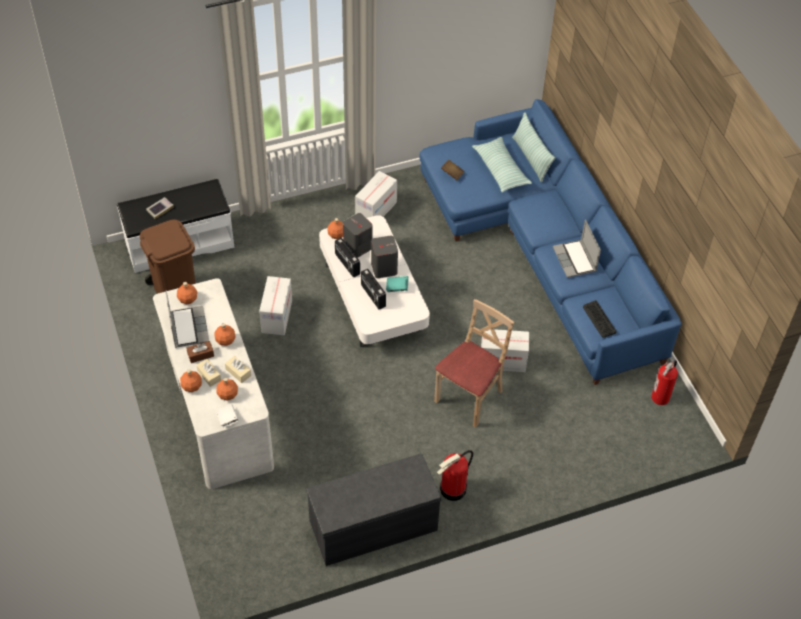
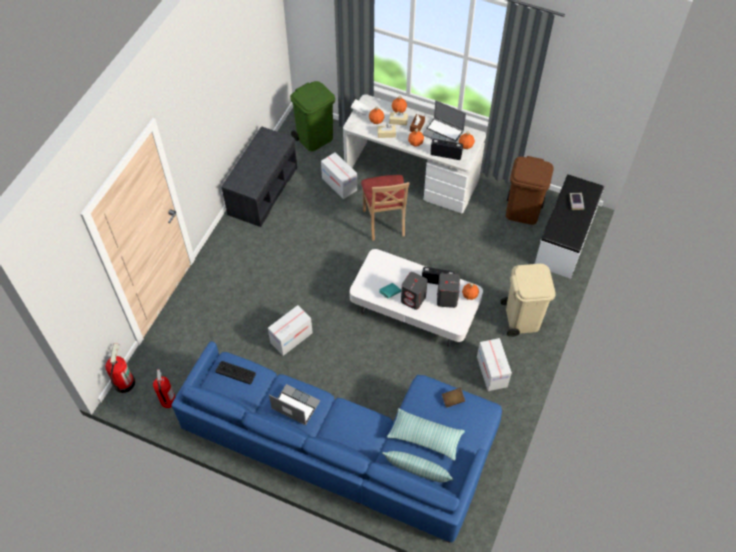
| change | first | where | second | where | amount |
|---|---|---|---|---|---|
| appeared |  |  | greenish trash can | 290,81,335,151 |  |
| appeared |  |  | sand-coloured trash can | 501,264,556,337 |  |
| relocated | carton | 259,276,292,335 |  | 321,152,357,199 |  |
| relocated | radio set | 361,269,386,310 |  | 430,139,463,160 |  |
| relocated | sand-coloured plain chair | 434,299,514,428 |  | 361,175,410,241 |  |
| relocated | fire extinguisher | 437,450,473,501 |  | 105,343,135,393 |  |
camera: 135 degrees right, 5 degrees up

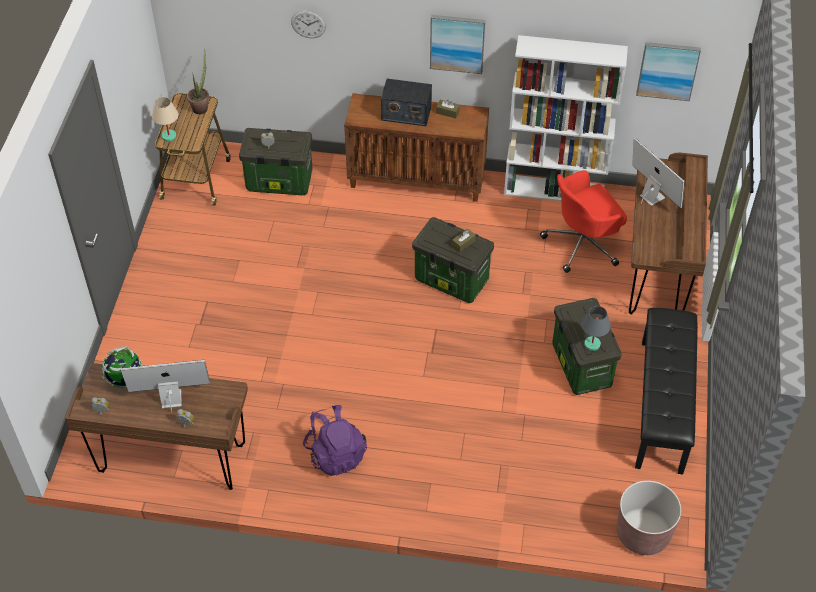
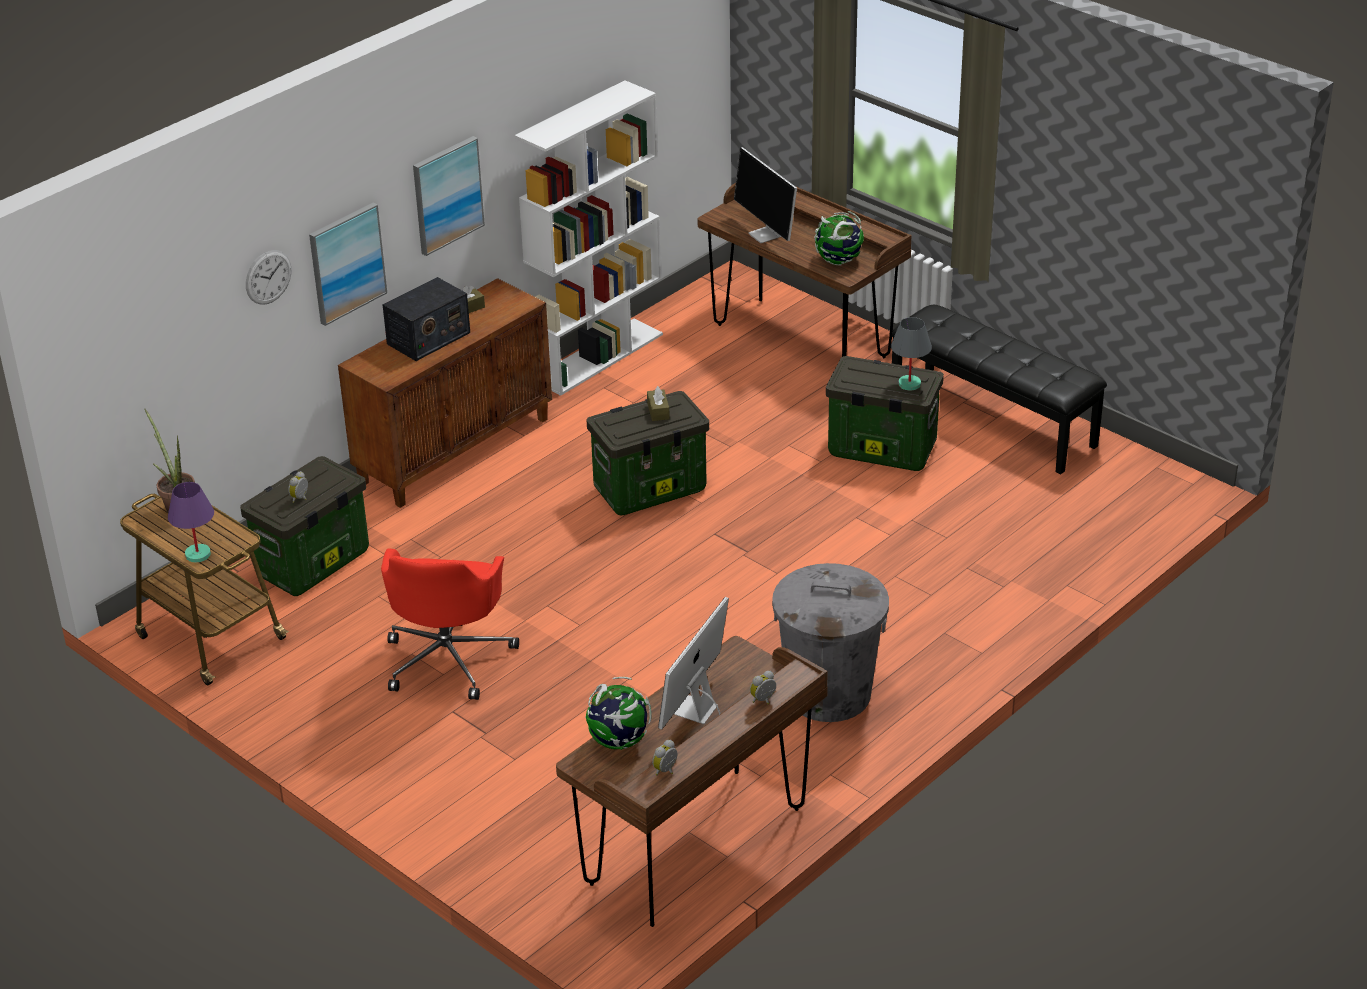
| change | first | where | second | where | amount |
|---|---|---|---|---|---|
| missing | brown-coloured flower pot | 617,480,681,555 |  |  |  |
| appeared |  |  | globe | 814,211,864,265 |  |
| relocated | red office chair | 540,170,627,273 |  | 381,549,519,700 |  |
| relocated | wall art | 636,42,701,101 |  | 309,203,387,326 |  |
| exchanged | purplish rucksack | 303,405,367,476 | greyish trash can | 772,563,889,722 |  |
| colour | sand-coloured tabletop lamp | 152,97,179,142 | purplish tabletop lamp | 168,482,214,562 |  |
| spun | monitor | 633,138,685,208 |  | 734,147,797,243 | 120 degrees counterclockwise |
camera: 55 degrees left, 15 degrees down

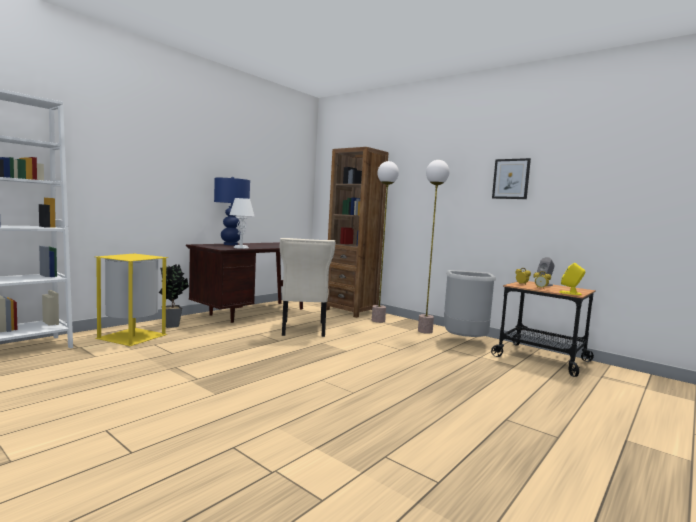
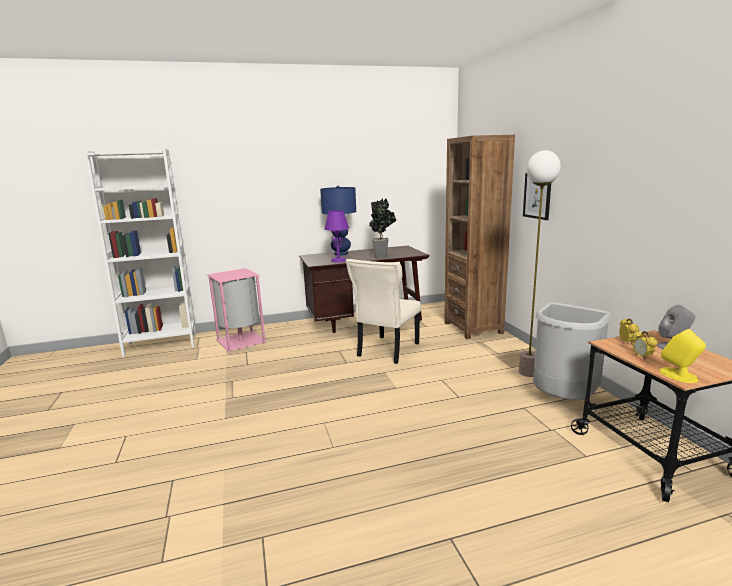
| change | first | where | second | where | amount |
|---|---|---|---|---|---|
| missing | floor lamp | 372,161,399,323 |  |  |  |
| relocated | houseplant | 159,264,189,328 |  | 369,199,396,258 |  |
| relocated | wall art | 492,158,531,199 |  | 523,173,551,220 |  |
| colour | yellow-coloured trash can | 95,254,168,346 | pink-coloured trash can | 207,268,267,352 |  |
| colour | white-coloured tabletop lamp | 229,198,254,249 | purplish tabletop lamp | 324,210,349,262 |  |
camera: 35 degrees right, 10 degrees up

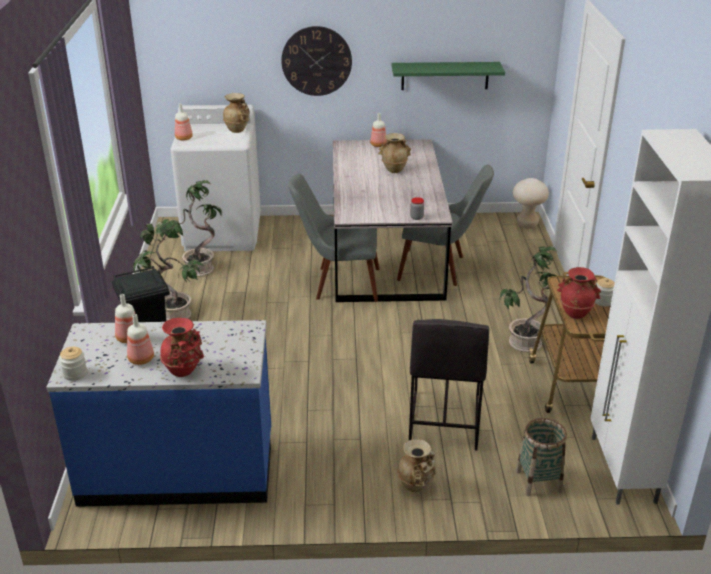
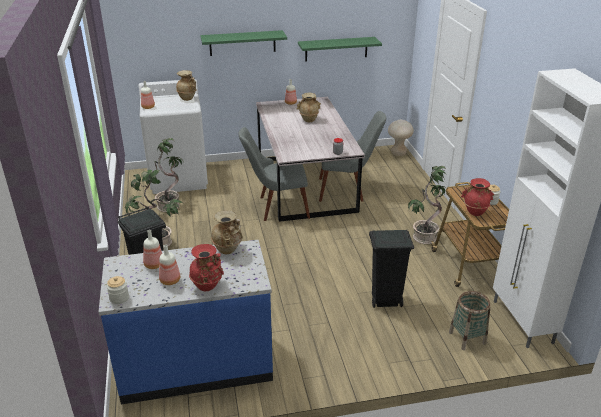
| change | first | where | second | where | amount |
|---|---|---|---|---|---|
| relocated | sand-coloured flower vase | 397,439,436,492 |  | 211,210,243,254 |  |
| exchanged | hanging clock | 281,26,352,96 | greenish bracket shelf | 200,30,287,56 |  |
| exchanged | greyish stool seat | 409,319,489,451 | blackish trash can | 369,229,414,308 |  |
camera: 10 degrees left, 0 degrees up

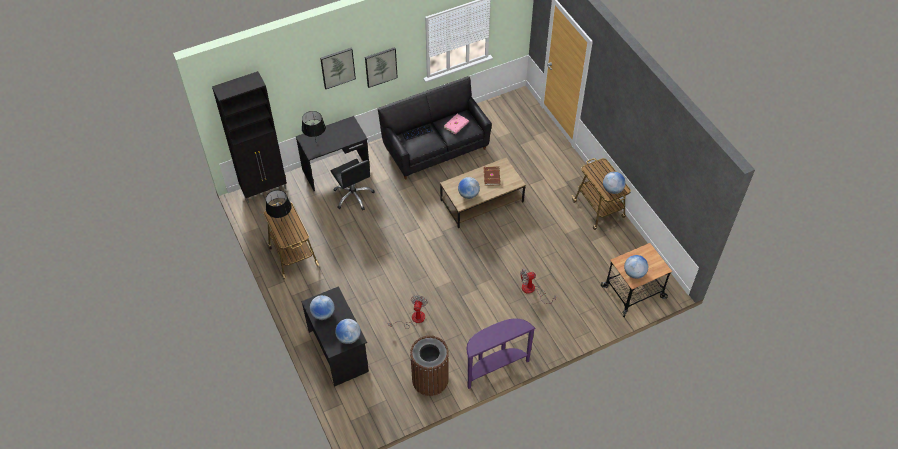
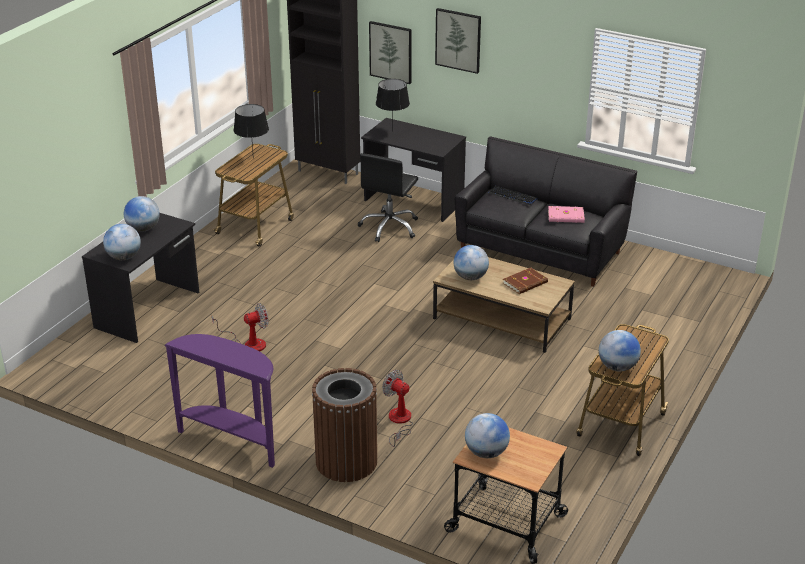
| change | first | where | second | where | amount |
|---|---|---|---|---|---|
| relocated | wall art | 365,47,398,88 |  | 369,21,412,84 |  |
| relocated | brown-coloured trash can | 410,335,449,396 |  | 312,368,377,482 |  |
camera: 55 degrees right, 20 degrees down

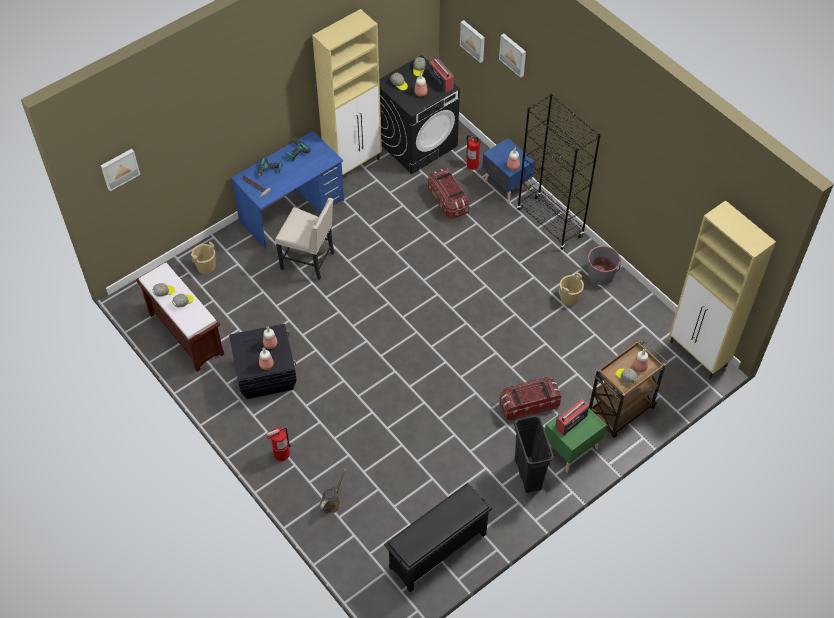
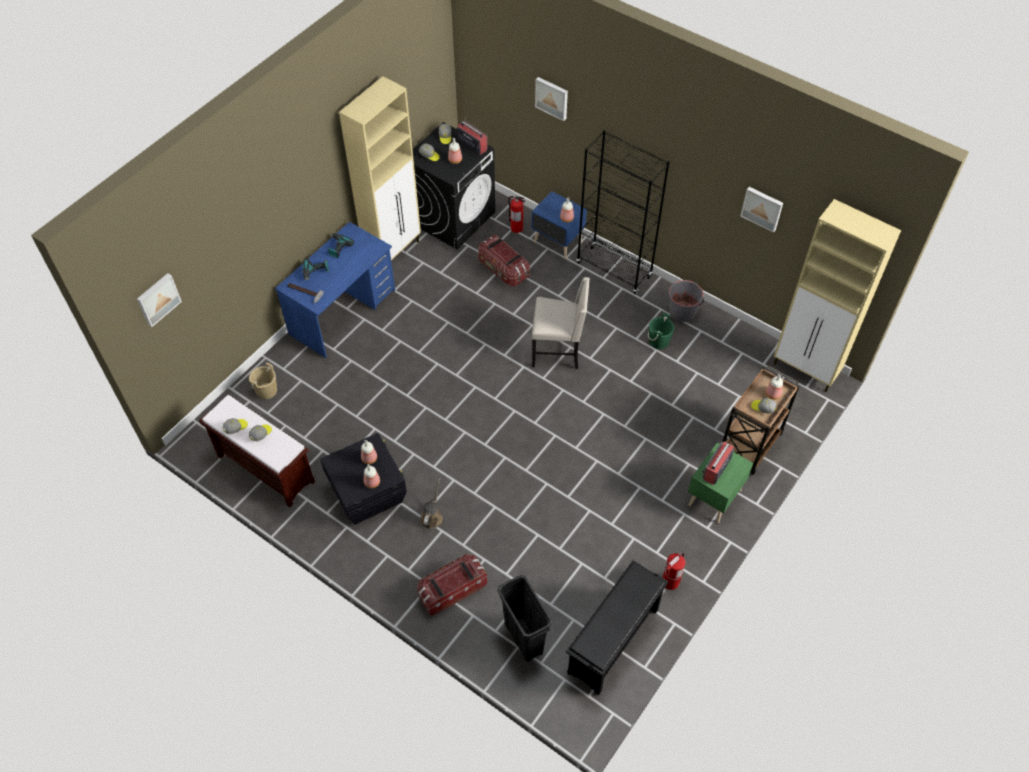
| change | first | where | second | where | amount |
|---|---|---|---|---|---|
| relocated | fire extinguisher | 266,428,291,461 |  | 663,552,685,590 |  |
| relocated | sand-coloured plain chair | 275,198,334,280 |  | 532,277,590,369 |  |
| relocated | brown-coloured watering can | 320,469,346,514 |  | 420,478,443,529 |  |
| relocated | wall art | 460,20,485,63 |  | 740,187,783,233 |  |
| relocated | storage bin | 499,377,562,421 |  | 417,554,488,616 |  |
| relocated | blackish trash can | 514,415,554,493 |  | 497,575,552,662 |  |
| colour | sand-coloured pail | 559,272,584,306 | greenish pail | 648,313,675,349 |  |
camera: 15 degrees left, 0 degrees up

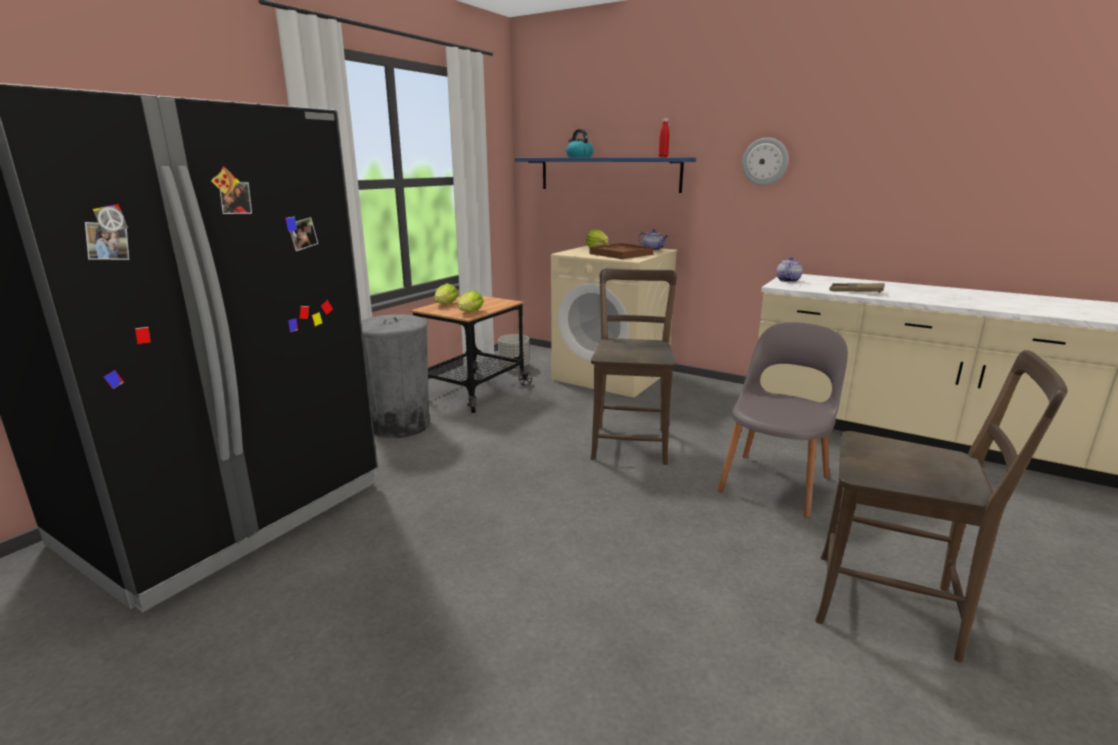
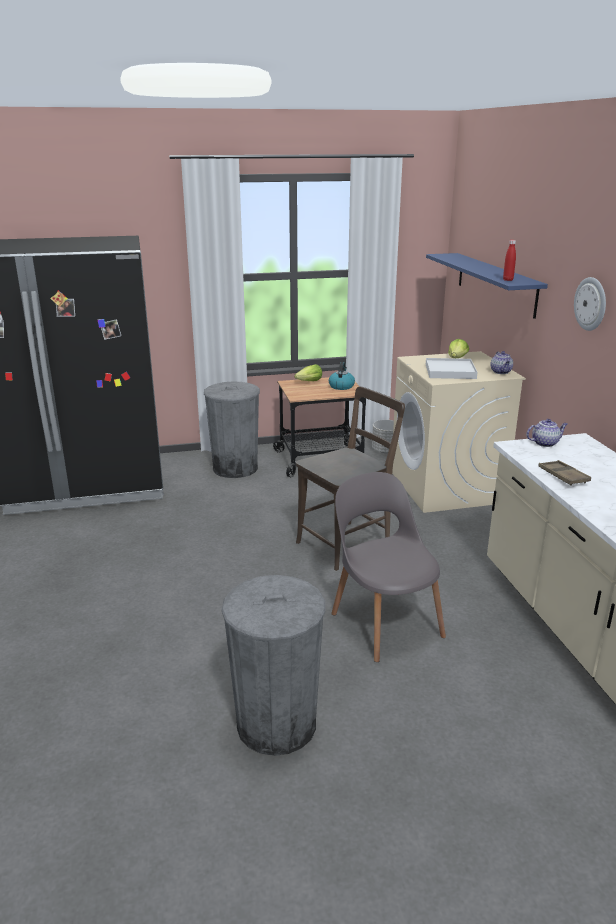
| change | first | where | second | where | amount |
|---|---|---|---|---|---|
| missing | lettuce head | 458,290,484,311 |  |  |  |
| relocated | kettle | 566,129,594,157 |  | 329,362,355,390 |  |
| exchanged | brown-coloured plain chair | 815,350,1068,662 | greyish trash can | 222,575,325,756 |  |
| colour | brown-coloured tray | 589,243,654,259 | white-coloured tray | 426,358,478,379 |  |
| spun | greyish plain chair | 717,322,848,518 |  | 331,472,446,662 | 105 degrees counterclockwise |
camera: 45 degrees right, 5 degrees up

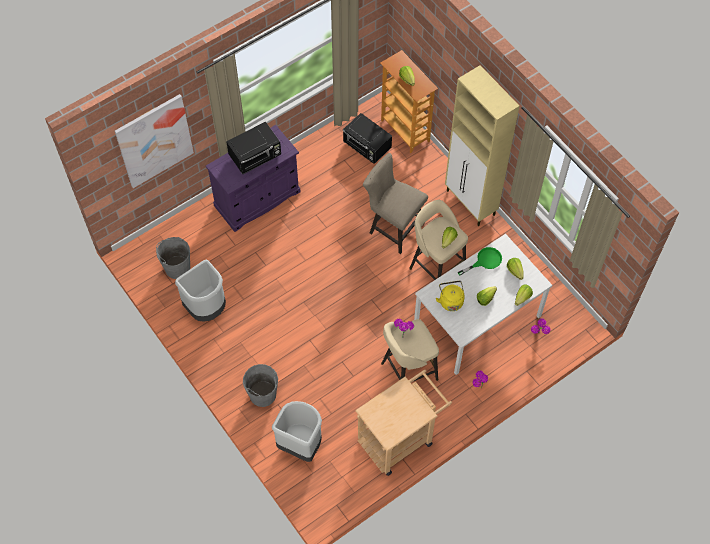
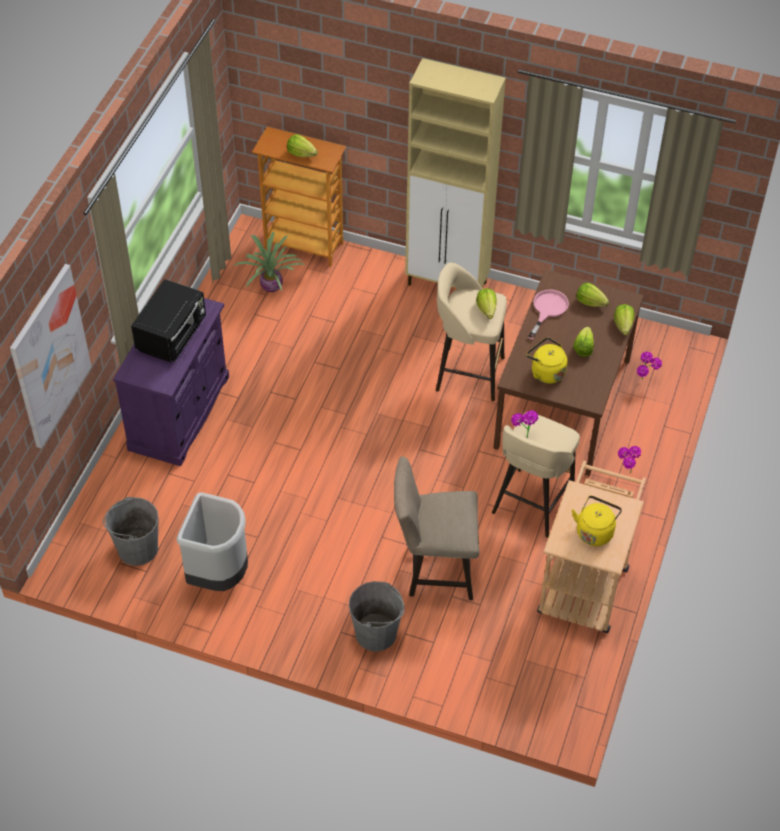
| change | first | where | second | where | amount |
|---|---|---|---|---|---|
| missing | greyish trash can | 272,401,322,462 |  |  |  |
| appeared |  |  | yellow-coloured kettle | 572,496,622,546 |  |
| relocated | sand-coloured stool seat | 363,153,428,254 |  | 394,456,479,600 |  |
| exchanged | blackish microwave oven | 343,113,392,164 | houseplant | 234,232,305,292 |  |
| colour | white-coloured kitchen table | 414,234,552,375 | brown-coloured kitchen table | 493,270,644,476 |  |
| colour | greenish skillet | 458,247,502,275 | pink-coloured skillet | 528,290,569,340 |  |
camera: 35 degrees left, 10 degrees down

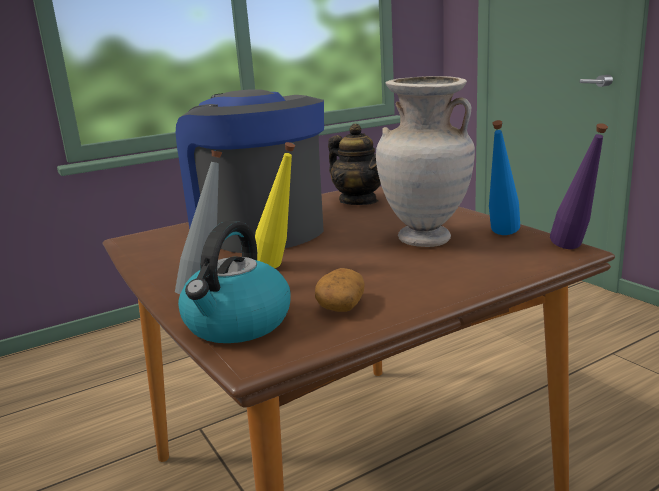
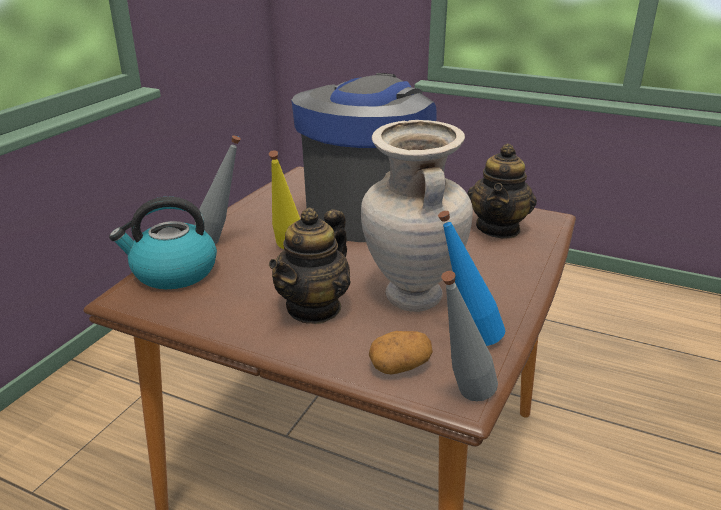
| change | first | where | second | where | amount |
|---|---|---|---|---|---|
| appeared |  |  | tea pot | 269,207,351,324 |  |
| relocated | potato | 315,268,365,312 |  | 369,331,433,374 |  |
| colour | purplish bottle | 550,123,608,249 | greyish bottle | 441,271,498,401 |  |
camera: 55 degrees right, 10 degrees up

